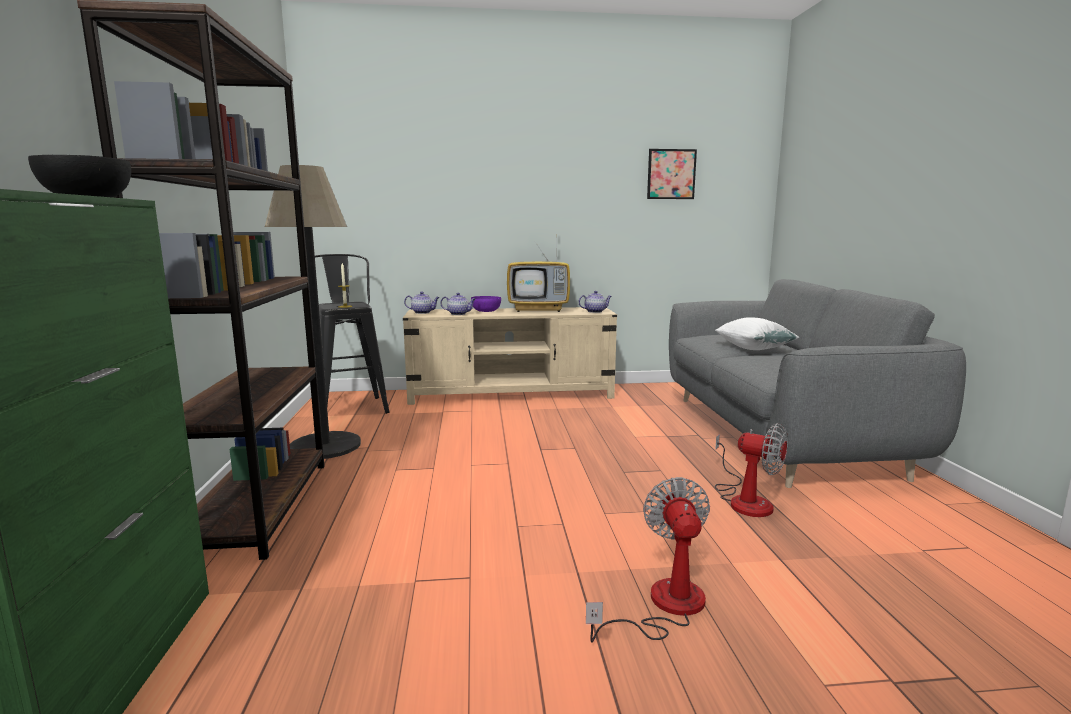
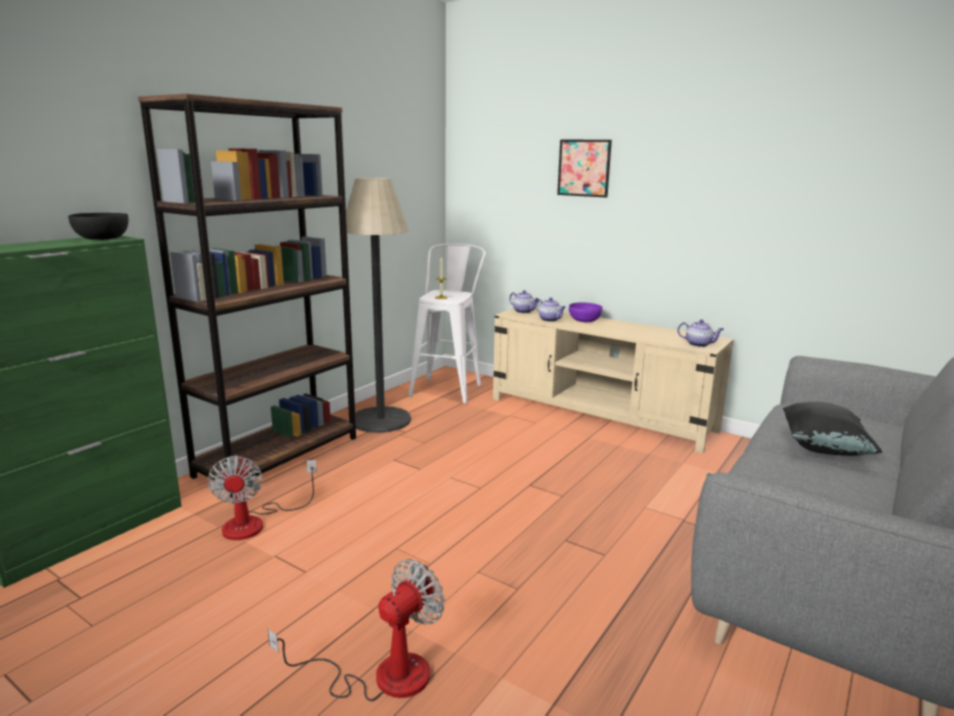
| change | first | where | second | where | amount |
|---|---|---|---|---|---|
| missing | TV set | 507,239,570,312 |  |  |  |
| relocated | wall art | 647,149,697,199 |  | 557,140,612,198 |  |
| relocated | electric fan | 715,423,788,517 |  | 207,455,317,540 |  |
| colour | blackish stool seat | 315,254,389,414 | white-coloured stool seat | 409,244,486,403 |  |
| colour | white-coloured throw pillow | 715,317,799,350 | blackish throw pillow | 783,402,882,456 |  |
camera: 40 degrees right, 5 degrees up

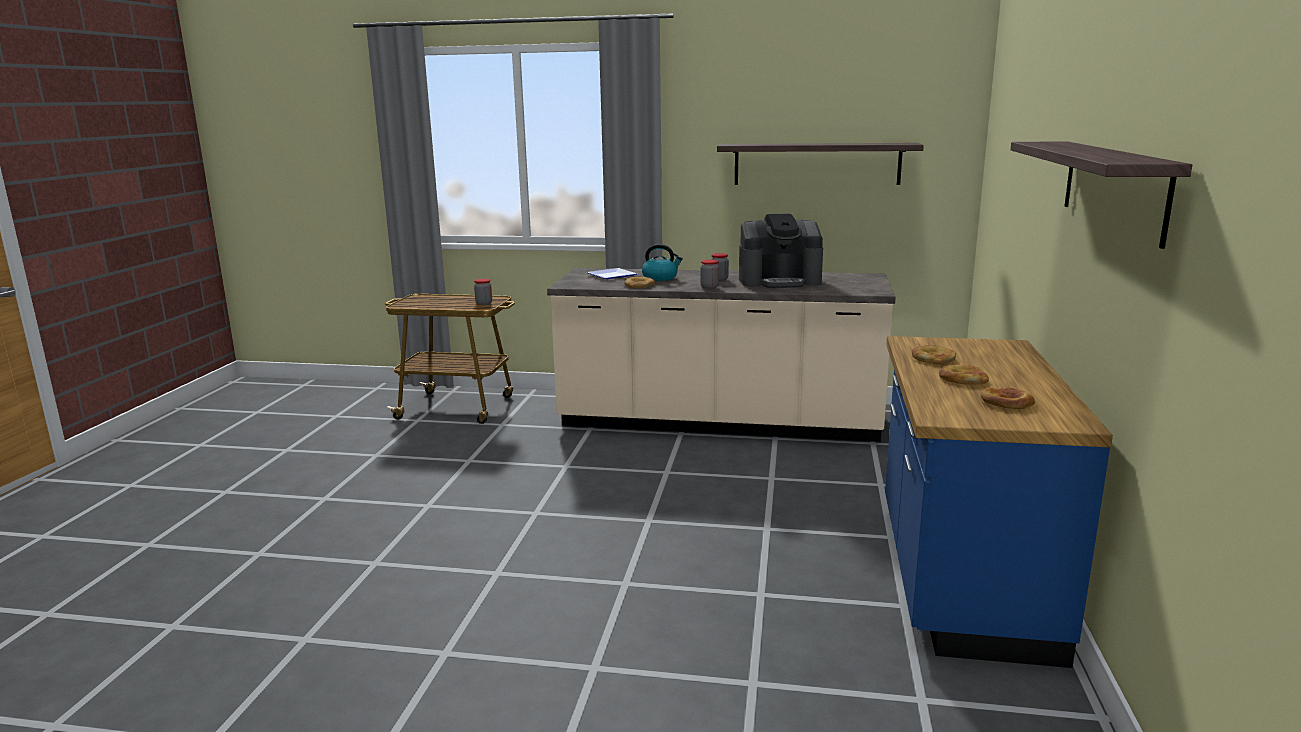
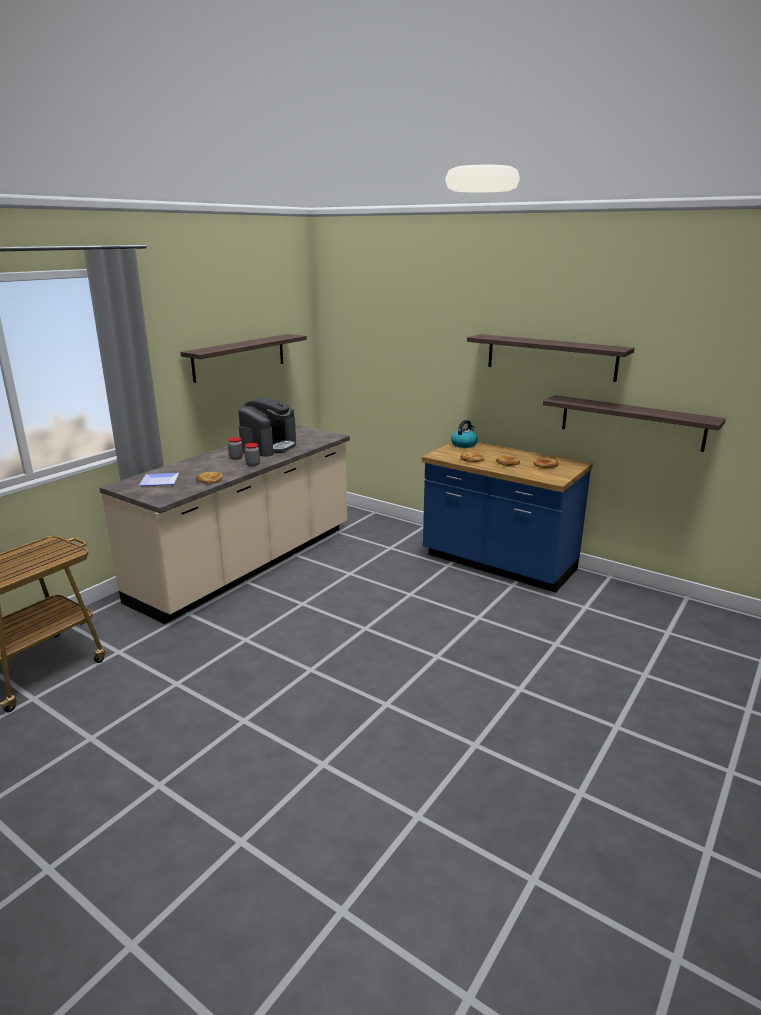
| change | first | where | second | where | amount |
|---|---|---|---|---|---|
| missing | jar | 474,279,492,305 |  |  |  |
| appeared |  |  | bracket shelf | 543,395,726,452 |  |
| relocated | kettle | 642,244,683,281 |  | 451,420,478,448 |  |
camera: 65 degrees left, 5 degrees up

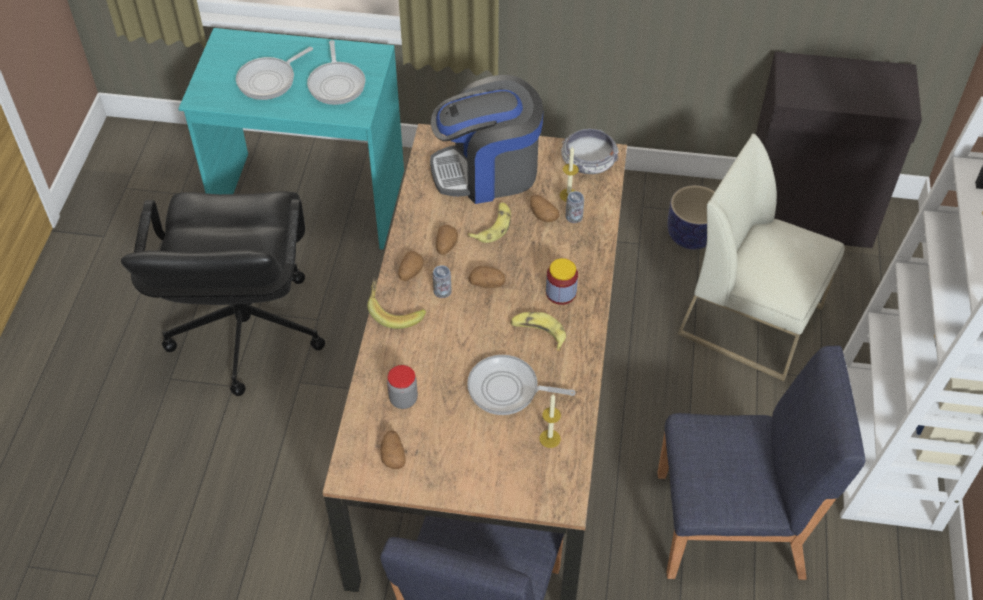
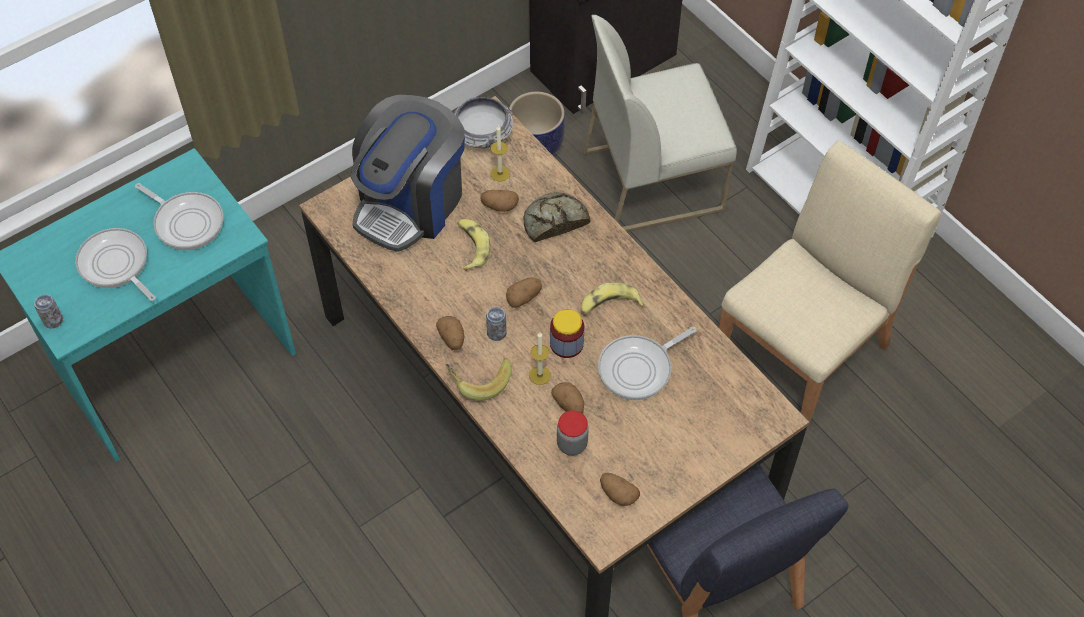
| change | first | where | second | where | amount |
|---|---|---|---|---|---|
| missing | blackish office chair | 121,191,325,396 |  |  |  |
| appeared |  |  | bread | 524,192,590,242 |  |
| relocated | potato | 436,225,458,255 |  | 551,382,584,414 |  |
| relocated | wax candle | 539,394,561,448 |  | 529,332,551,385 |  |
| relocated | jar | 546,258,578,305 |  | 550,309,584,358 |  |
| relocated | sealed can | 565,191,584,223 |  | 34,294,63,329 |  |
| colour | bluish plain chair | 657,346,865,580 | sand-coloured plain chair | 719,140,941,424 |  |
| spun | skillet | 236,47,313,100 |  | 75,228,156,301 | 135 degrees clockwise |
camera: 45 degrees left, 5 degrees up

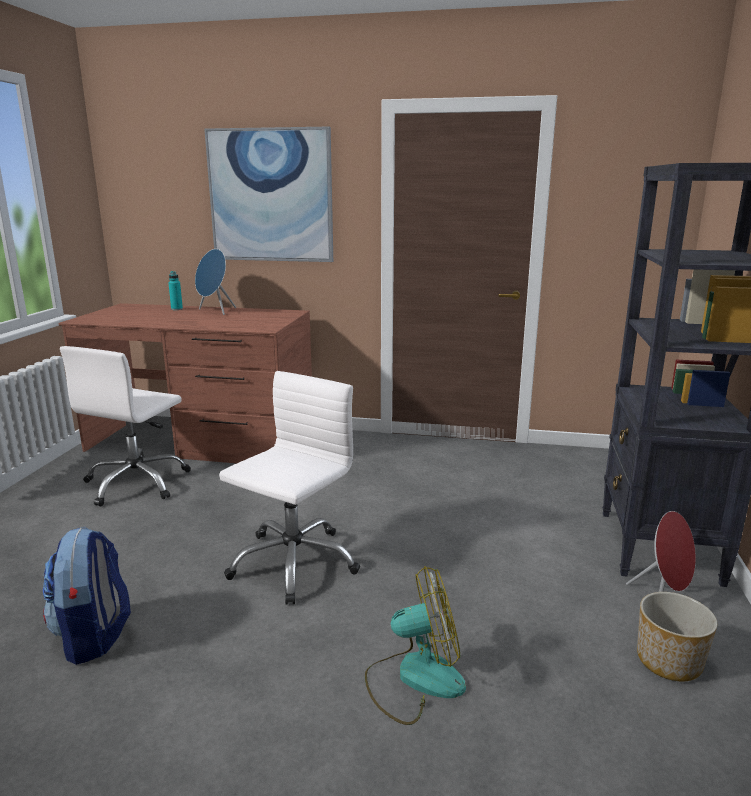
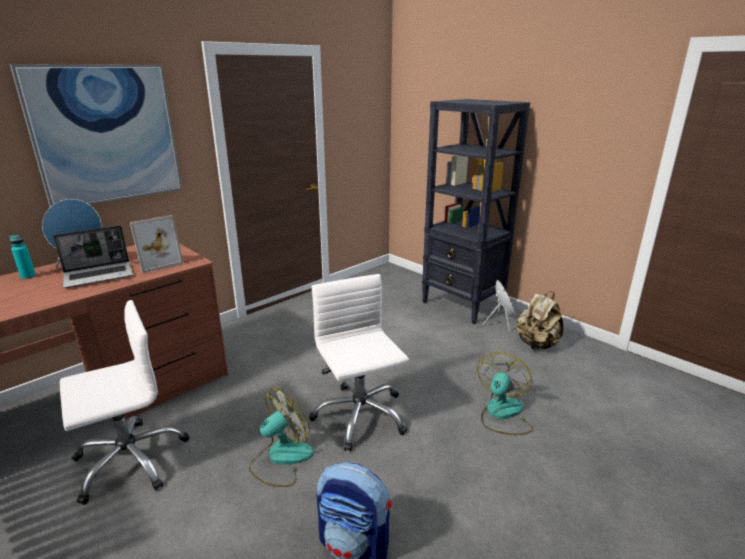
| change | first | where | second | where | amount |
|---|---|---|---|---|---|
| appeared |  |  | portable computer | 53,226,133,288 |  |
| appeared |  |  | photo frame | 130,215,184,273 |  |
| appeared |  |  | electric fan | 249,388,314,487 |  |
| exchanged | flower pot | 637,592,717,682 | sand-coloured rucksack | 516,291,563,350 |  |
| spun | white-coloured office chair | 60,346,191,506 |  | 60,300,189,505 | 90 degrees counterclockwise |
camera: 55 degrees left, 5 degrees up

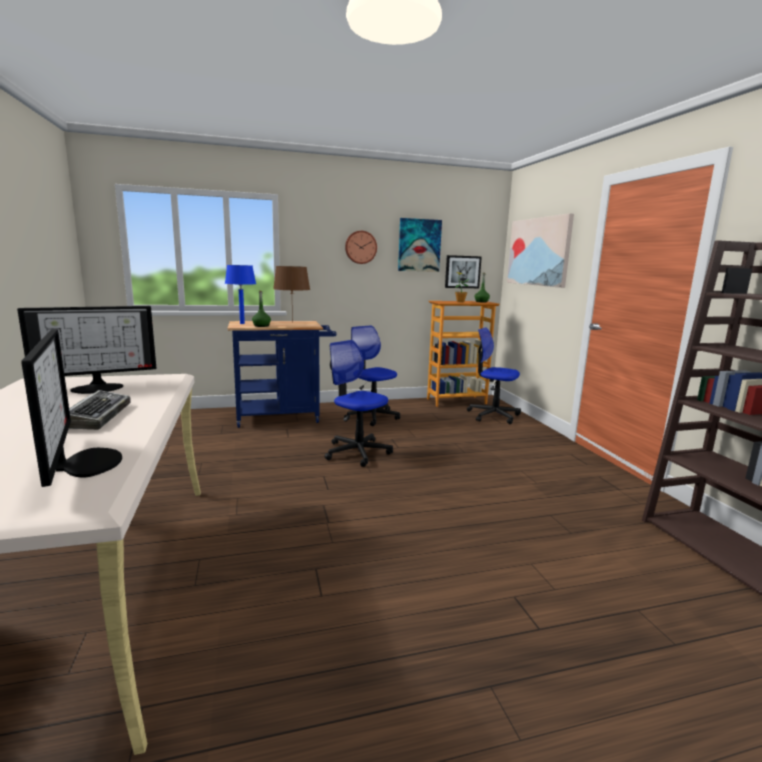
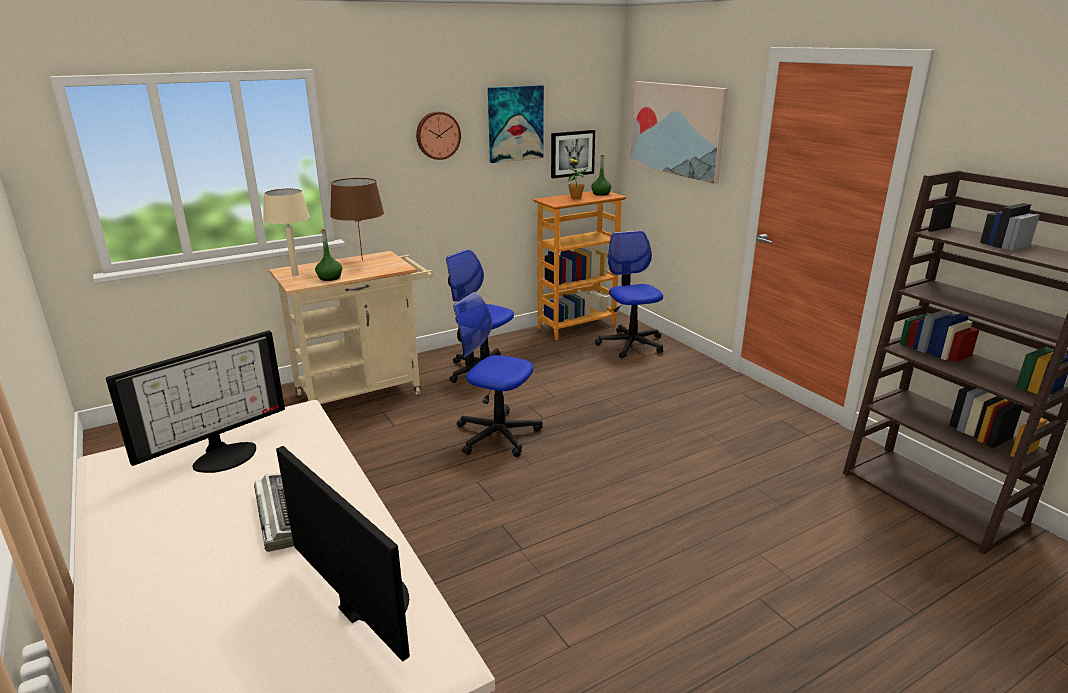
| change | first | where | second | where | amount |
|---|---|---|---|---|---|
| colour | bluish tabletop lamp | 225,265,256,324 | sand-coloured tabletop lamp | 263,188,310,276 |  |
| colour | bluish cart | 227,321,336,428 | sand-coloured cart | 269,251,434,404 |  |
| spun | office chair | 467,327,521,424 |  | 595,231,663,358 | 60 degrees clockwise |
camera: 15 degrees left, 10 degrees up

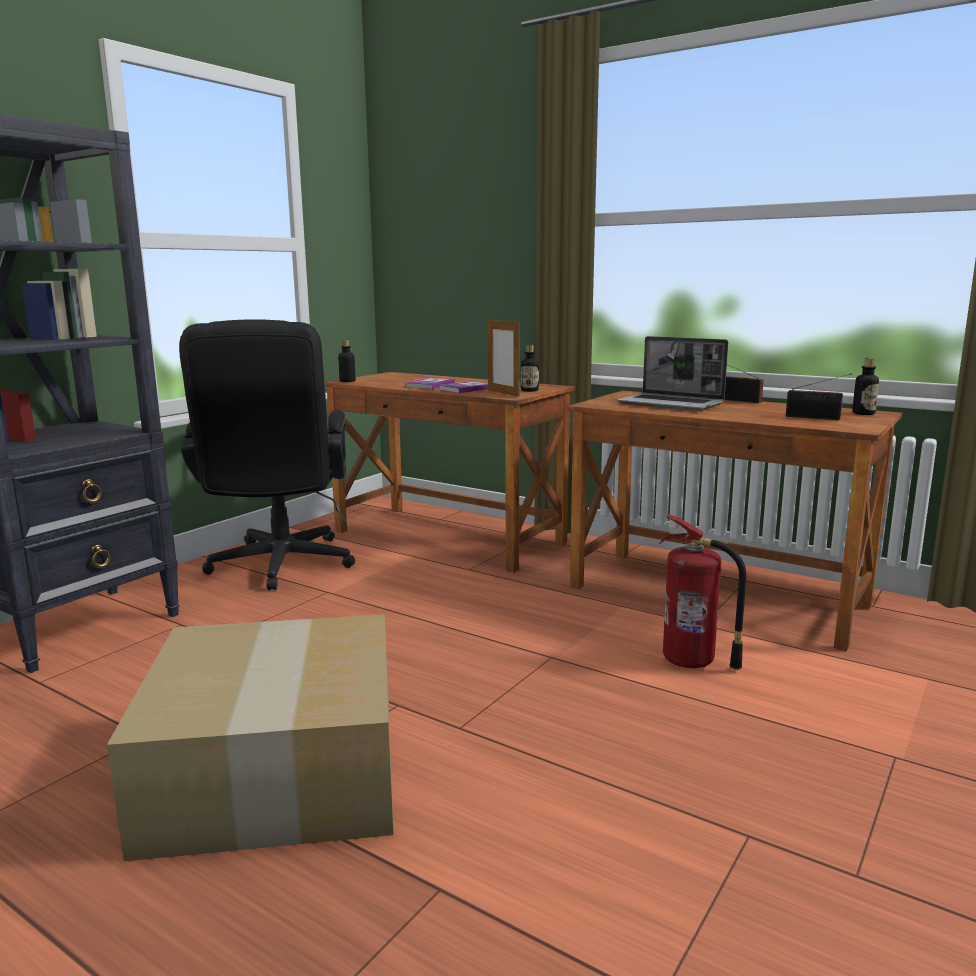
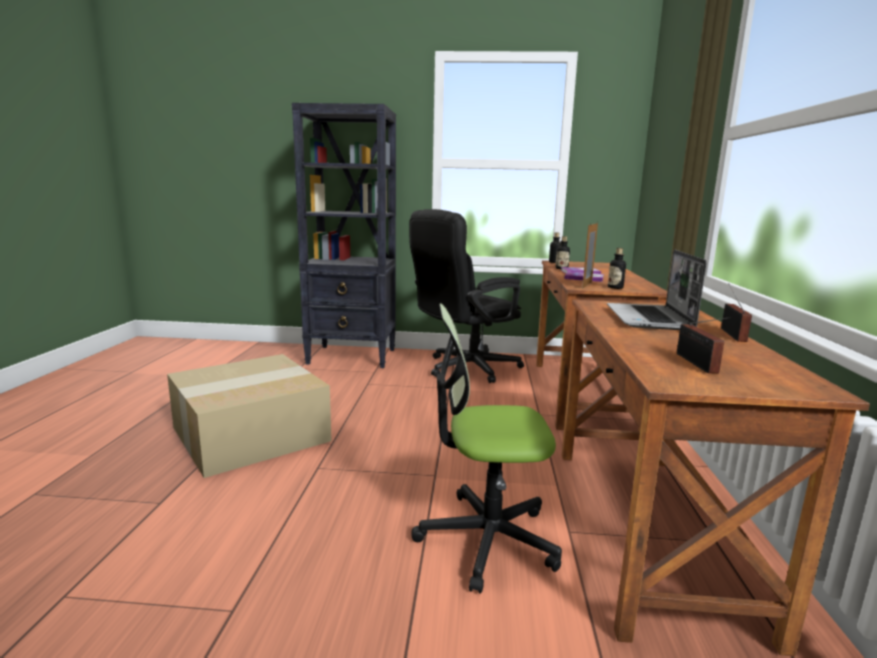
| change | first | where | second | where | amount |
|---|---|---|---|---|---|
| relocated | bottle | 852,358,879,415 |  | 555,236,570,269 |  |
| exchanged | fire extinguisher | 659,514,746,670 | office chair | 412,303,562,594 |  |
camera: 60 degrees right, 0 degrees up

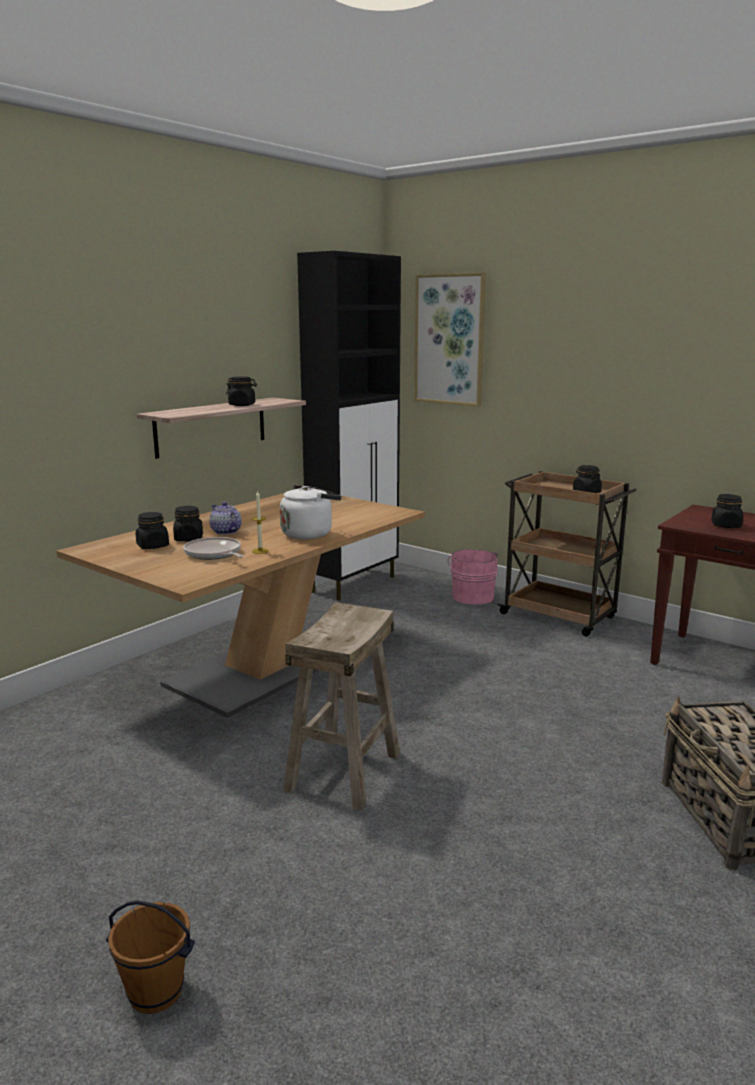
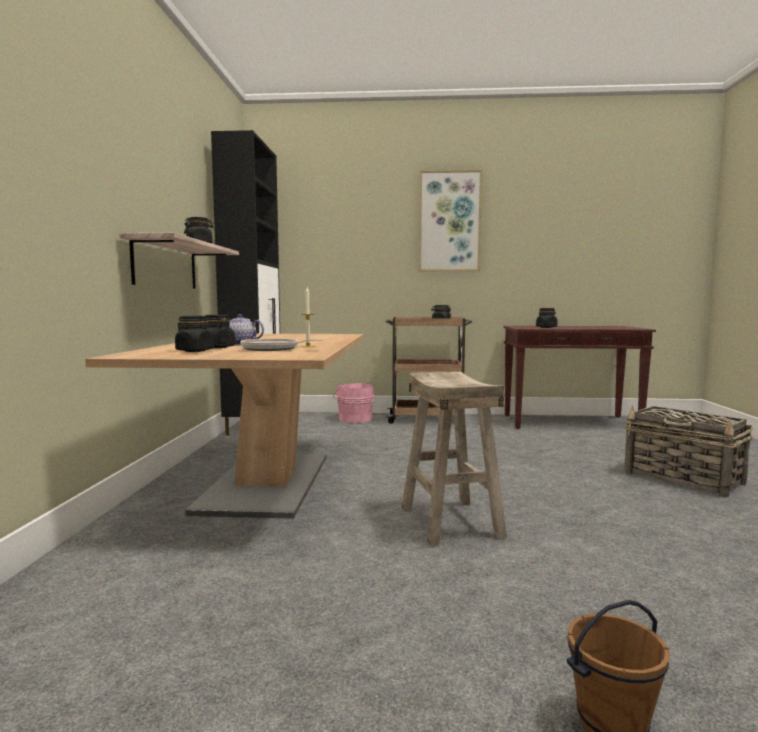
| change | first | where | second | where | amount |
|---|---|---|---|---|---|
| missing | white-coloured kettle | 280,485,341,539 |  |  |  |
| relocated | wall art | 414,272,486,407 |  | 419,169,483,271 |  |
camera: 35 degrees left, 10 degrees down

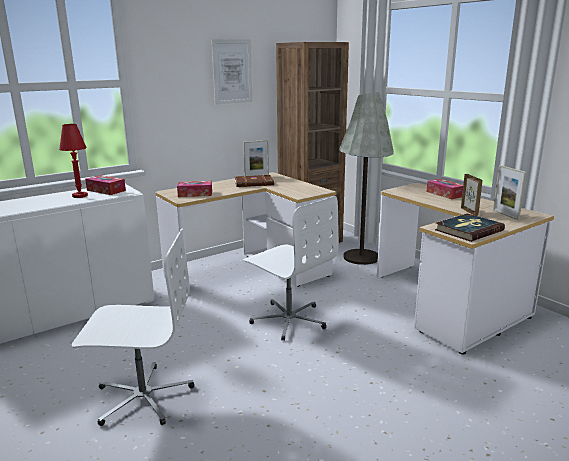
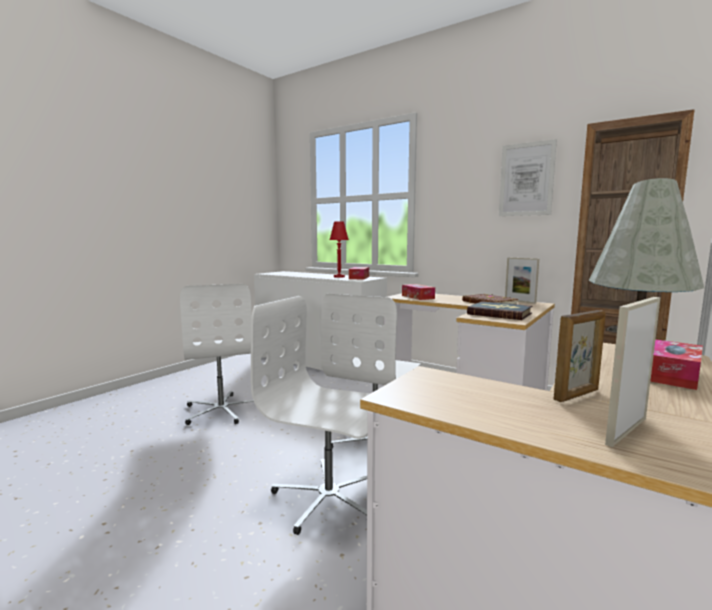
| change | first | where | second | where | amount |
|---|---|---|---|---|---|
| appeared |  |  | white-coloured office chair | 251,296,370,535 |  |
| relocated | book | 435,213,505,242 |  | 467,301,533,320 |  |
camera: 70 degrees right, 10 degrees down

